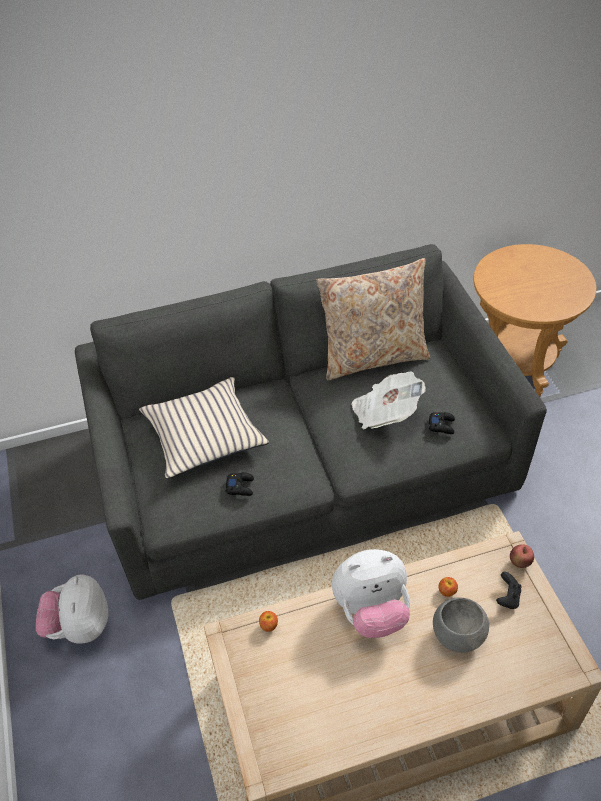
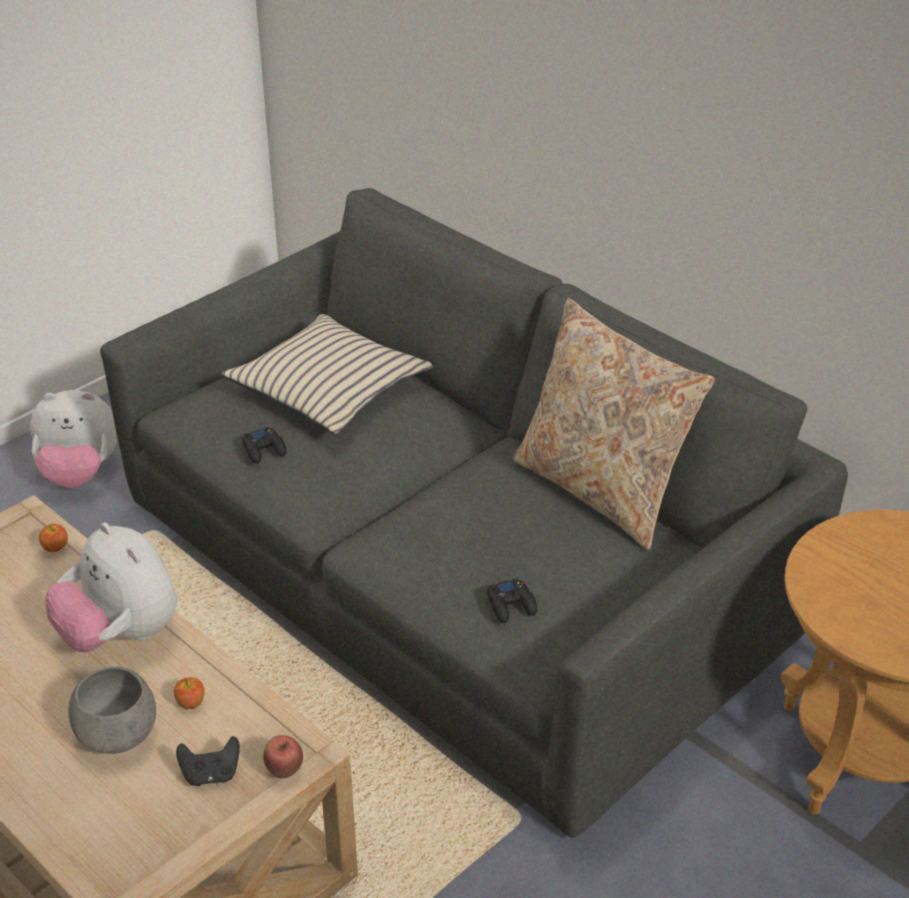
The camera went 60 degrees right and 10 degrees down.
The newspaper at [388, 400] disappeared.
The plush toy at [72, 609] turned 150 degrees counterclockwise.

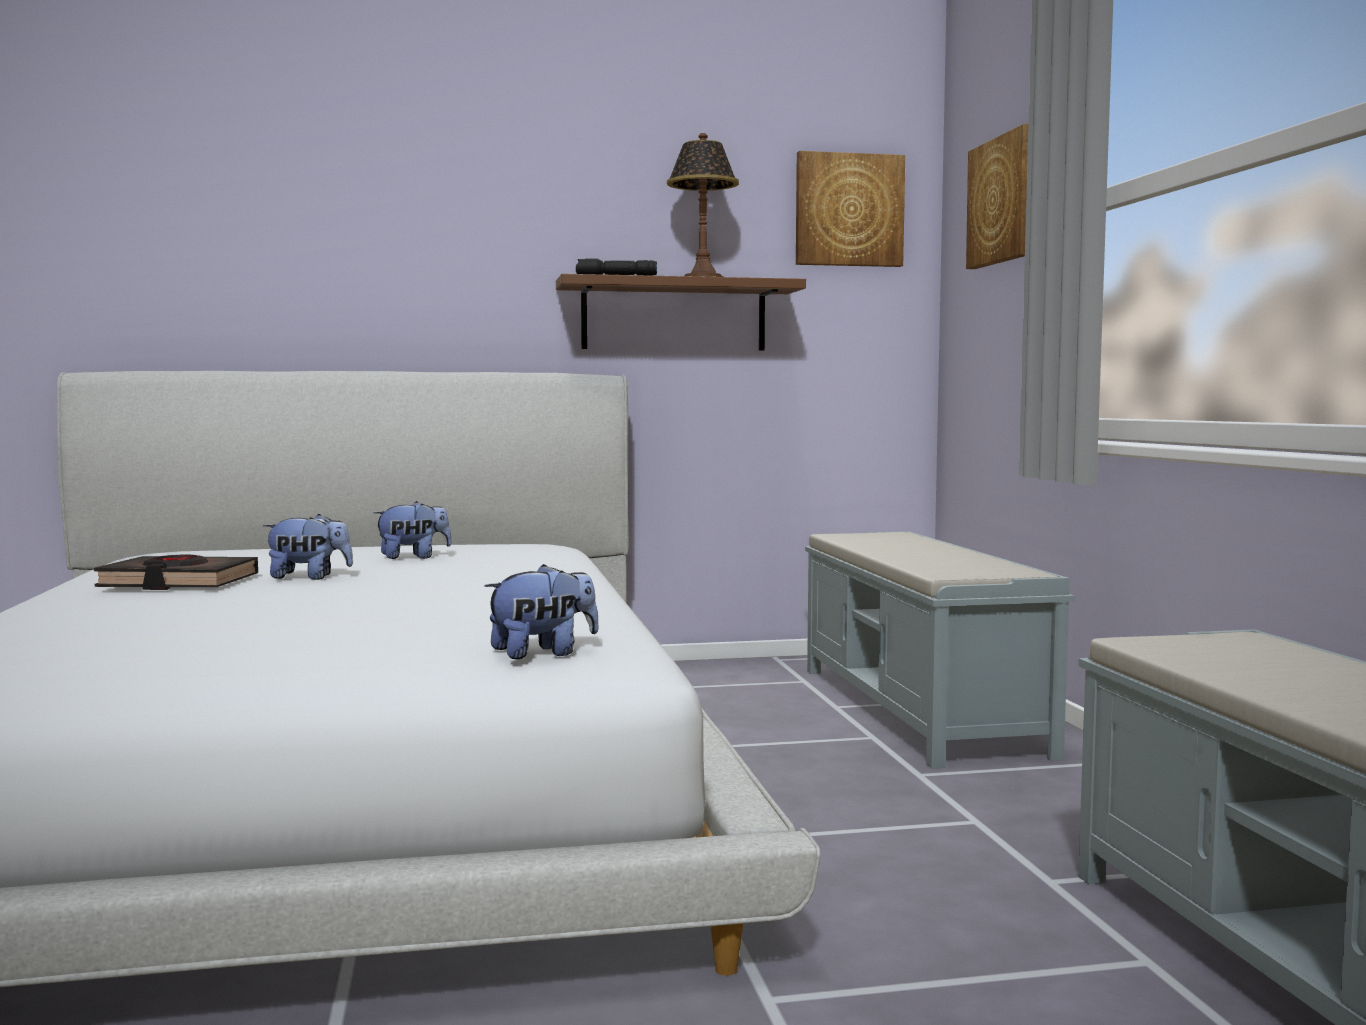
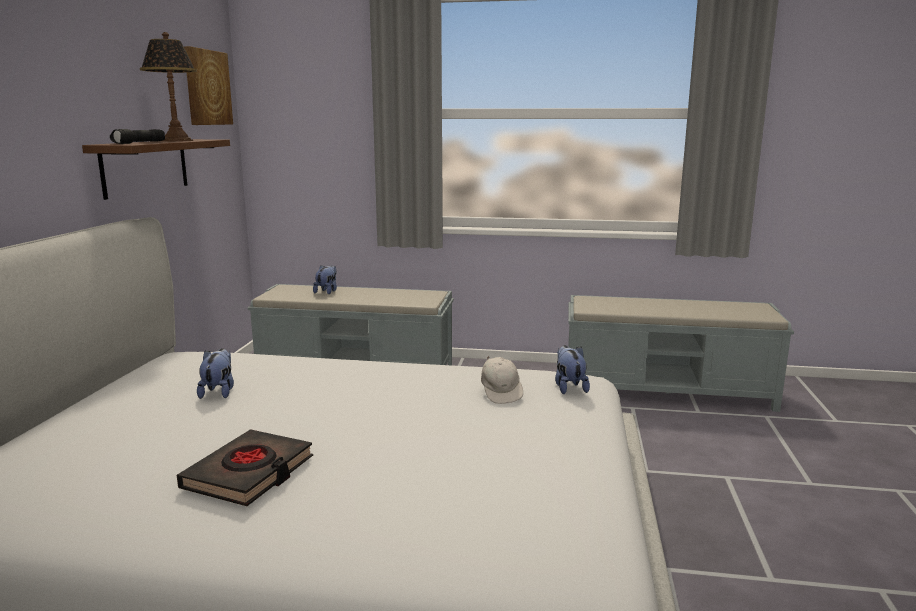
The camera went 70 degrees left and 10 degrees up.
The picture at [997, 196] disappeared.
The plush toy moved from [308, 547] to [325, 279].
The white cap at [502, 380] appeared.

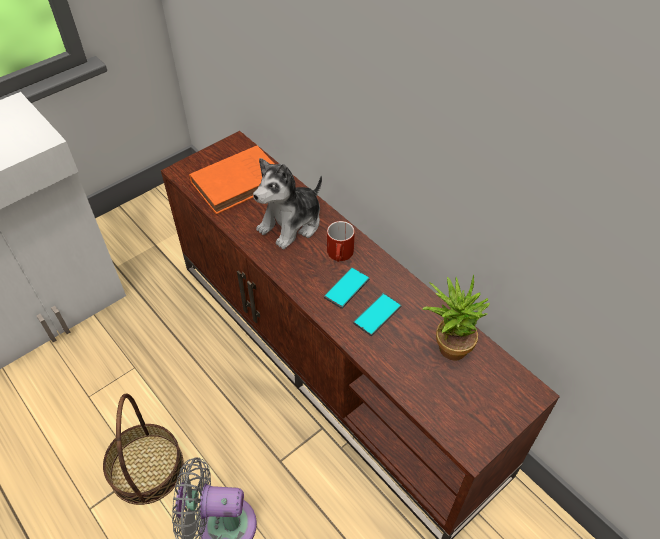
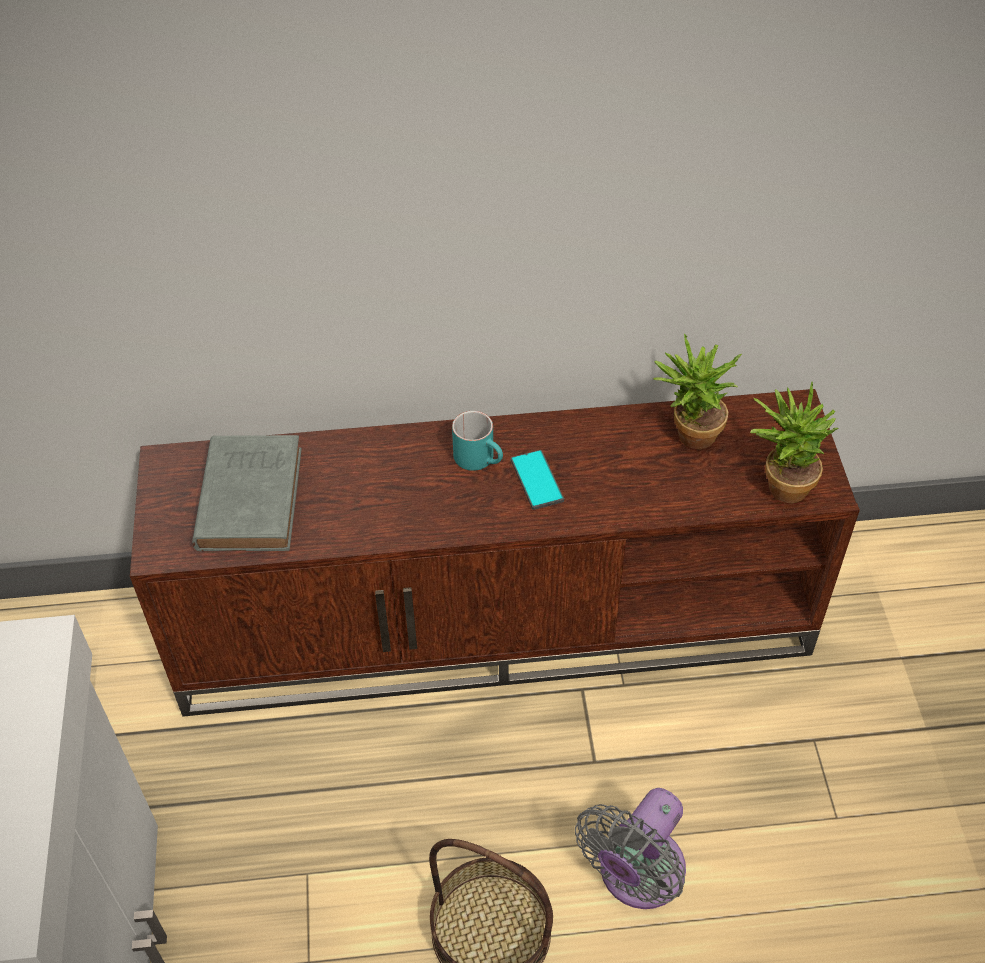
The camera went 55 degrees left and 0 degrees up.
The orange book at [231, 180] became the grey book at [247, 493].
The plush toy at [287, 203] disappeared.
The red mug at [341, 241] became the turquoise mug at [477, 441].
The phone at [377, 314] disappeared.
The potted plant at [794, 442] appeared.

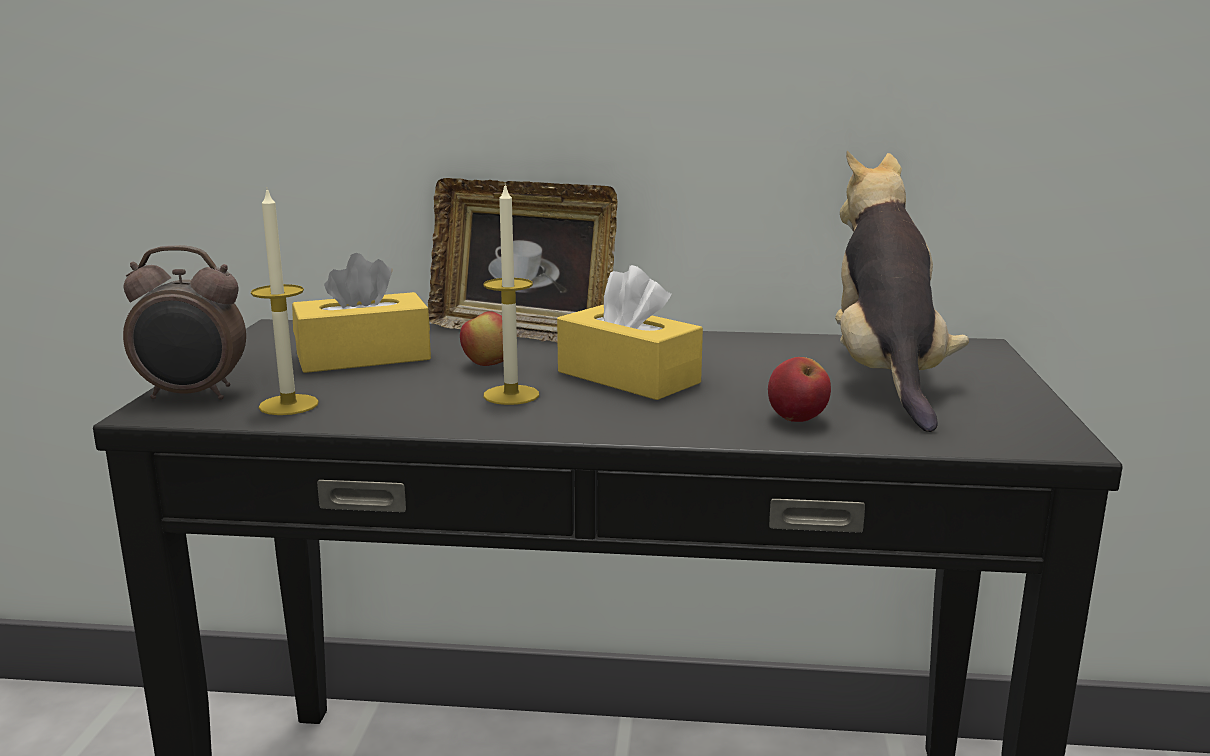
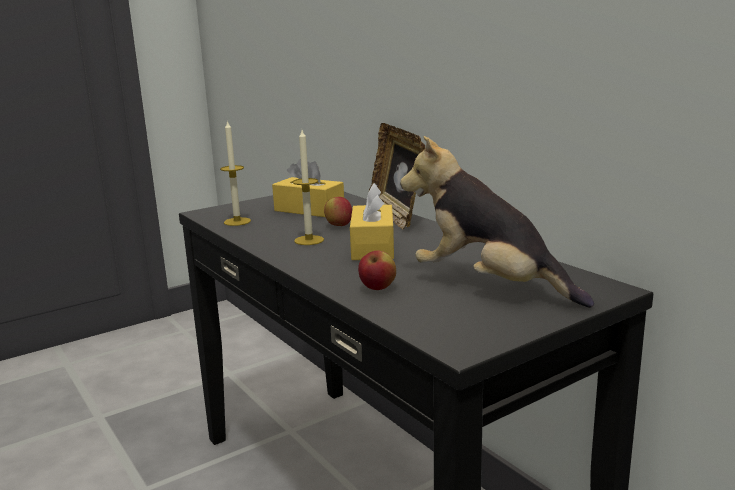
The camera went 50 degrees right and 0 degrees up.
The plush toy at [902, 291] turned 105 degrees counterclockwise.
The alarm clock at [184, 322] disappeared.

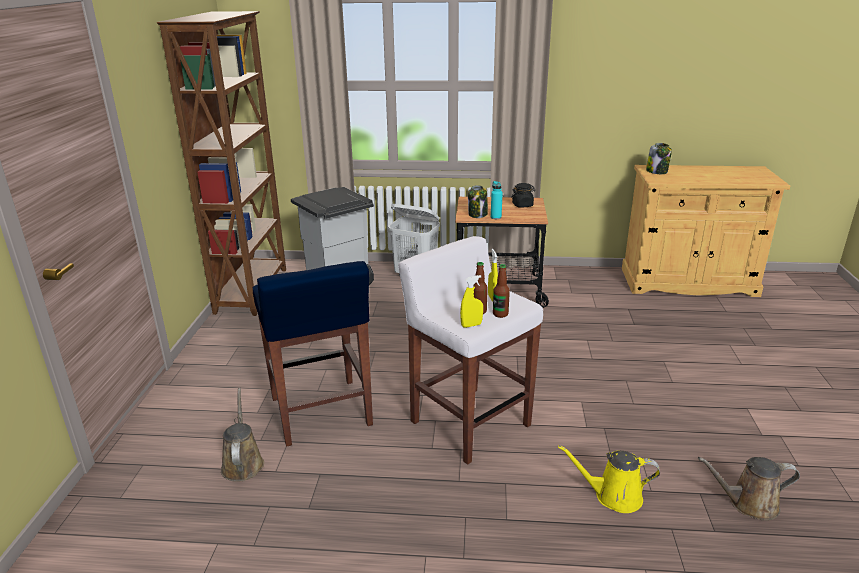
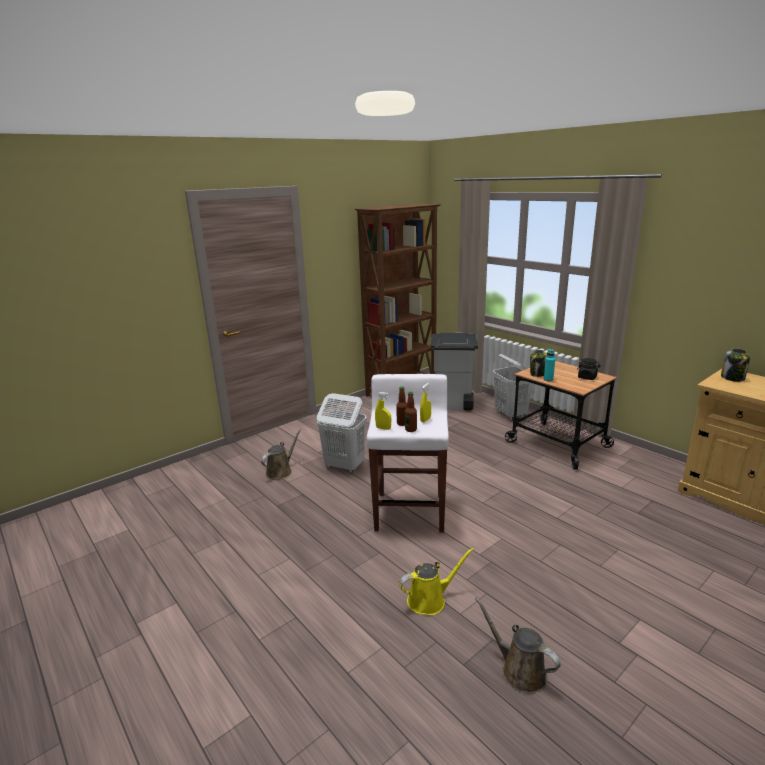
The camera went 45 degrees right and 5 degrees down.
The blue stool at [313, 354] was replaced by the white laundry basket at [342, 433].
The yellow watering can at [609, 479] turned 105 degrees clockwise.

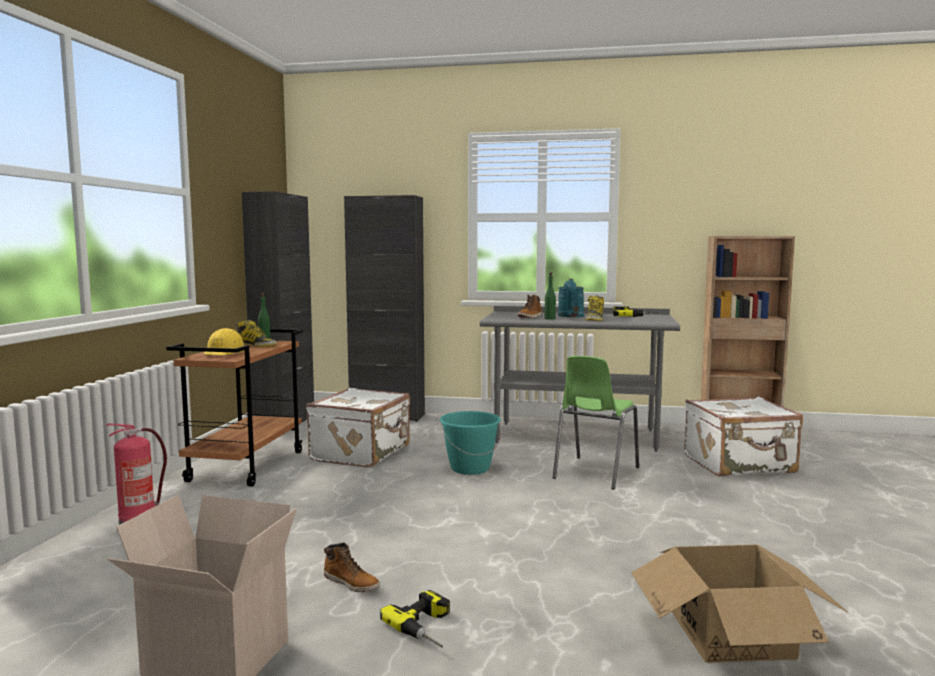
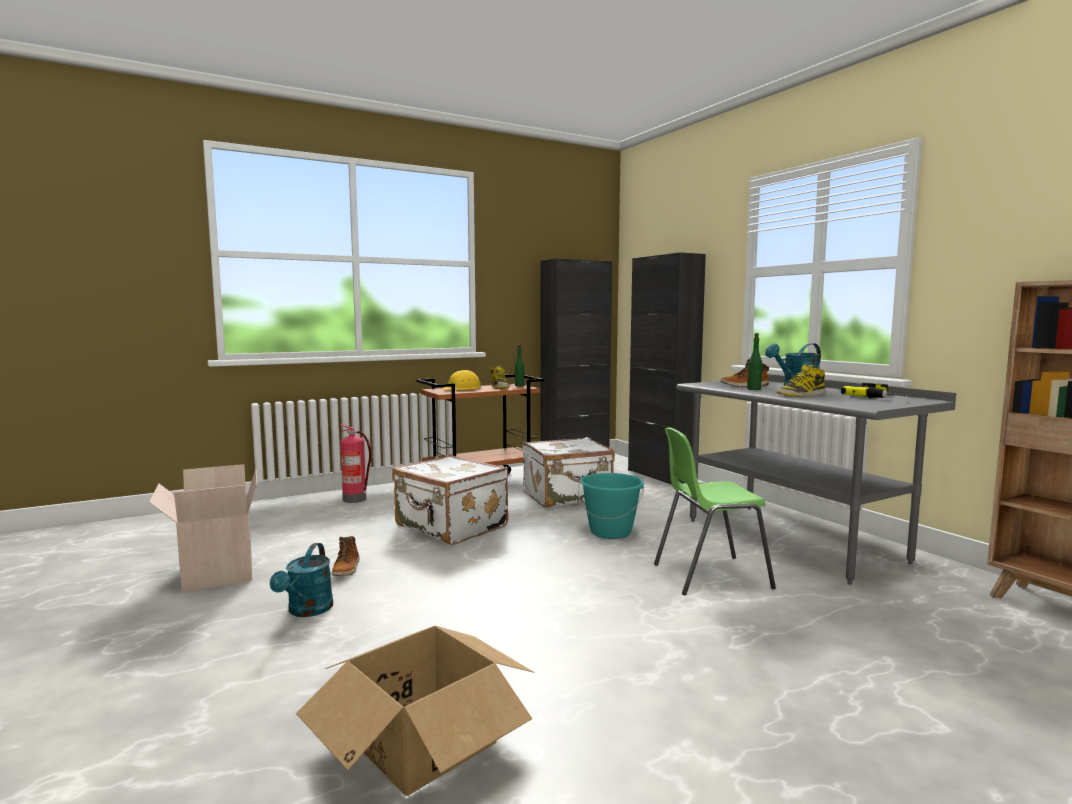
The camera went 50 degrees right and 0 degrees up.
The white suitcase moved from [743, 436] to [450, 500].
The power drill at [415, 619] was replaced by the turquoise watering can at [301, 580].

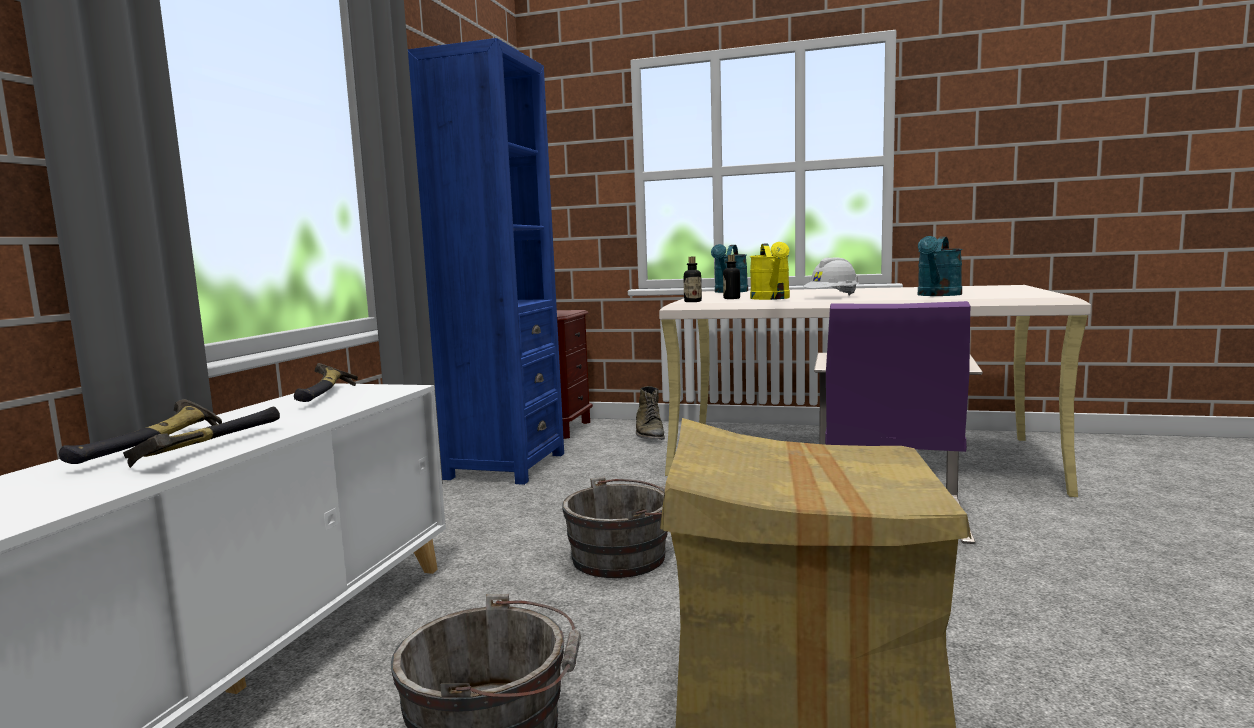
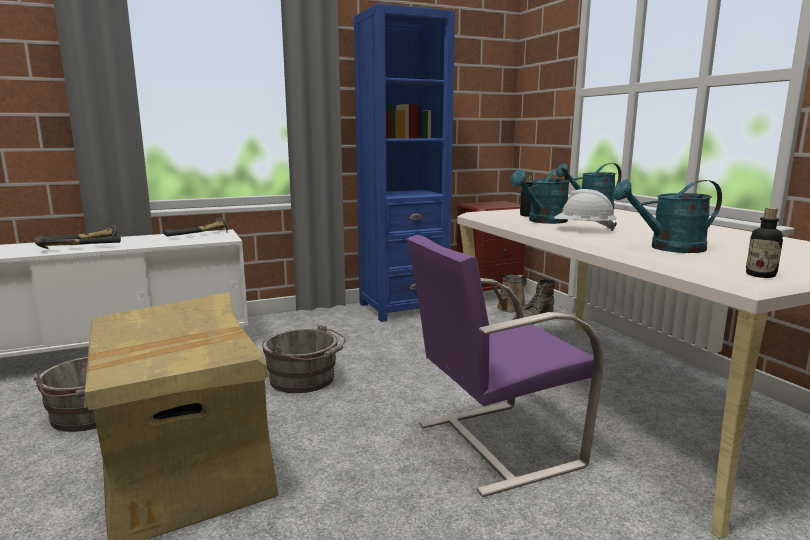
The camera went 50 degrees right and 5 degrees up.
The yellow watering can at [770, 271] became the turquoise watering can at [539, 196].
The bottle moved from [692, 279] to [764, 242].
The brown watering can at [509, 293] appeared.

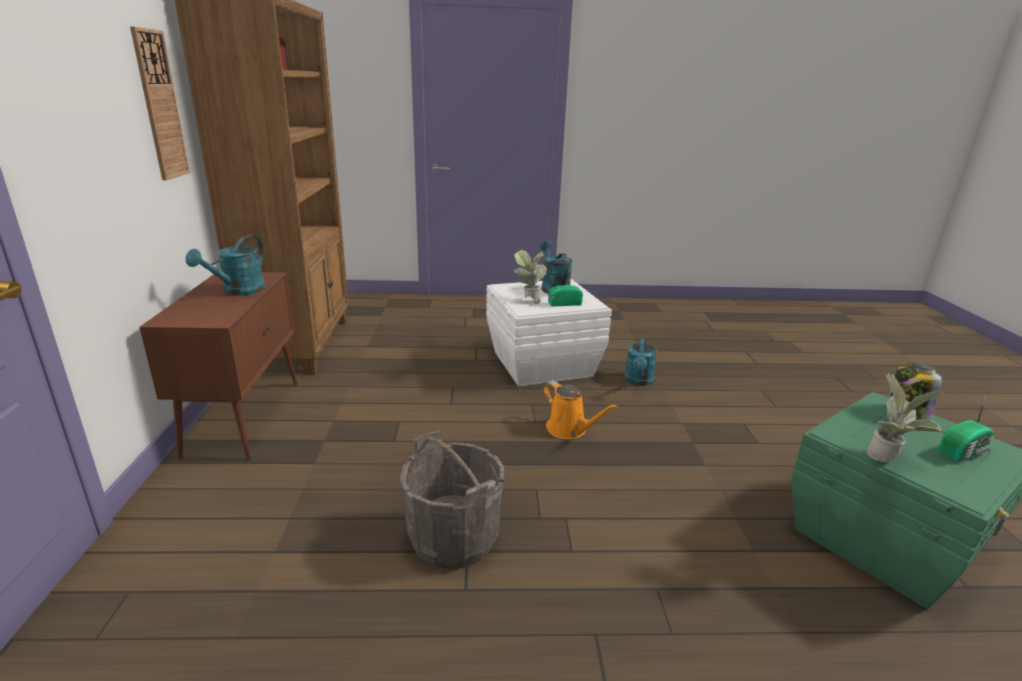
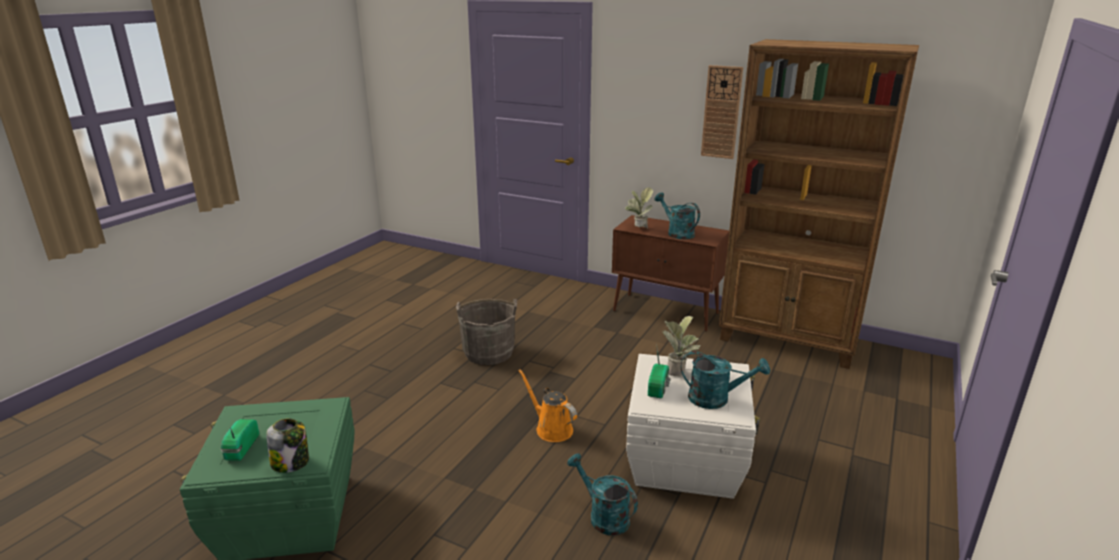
The camera went 120 degrees right and 0 degrees up.
The potted plant moved from [905, 418] to [639, 208].
The orange watering can at [580, 410] turned 60 degrees clockwise.

